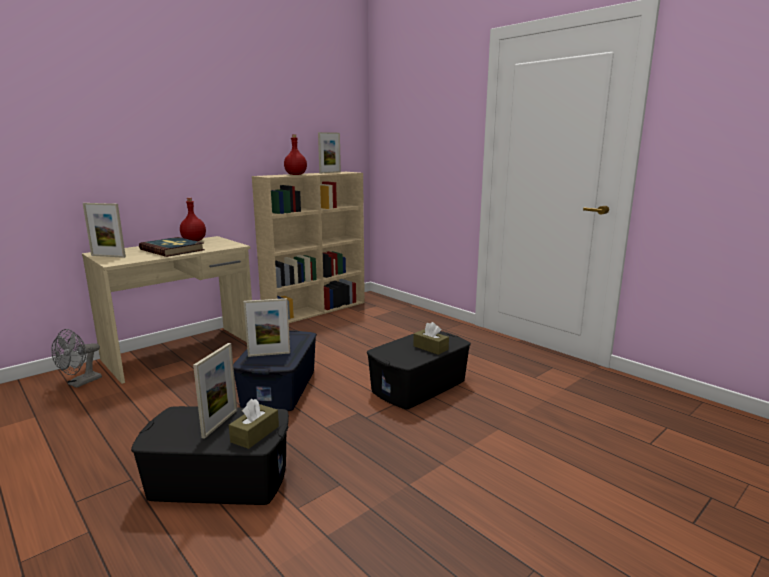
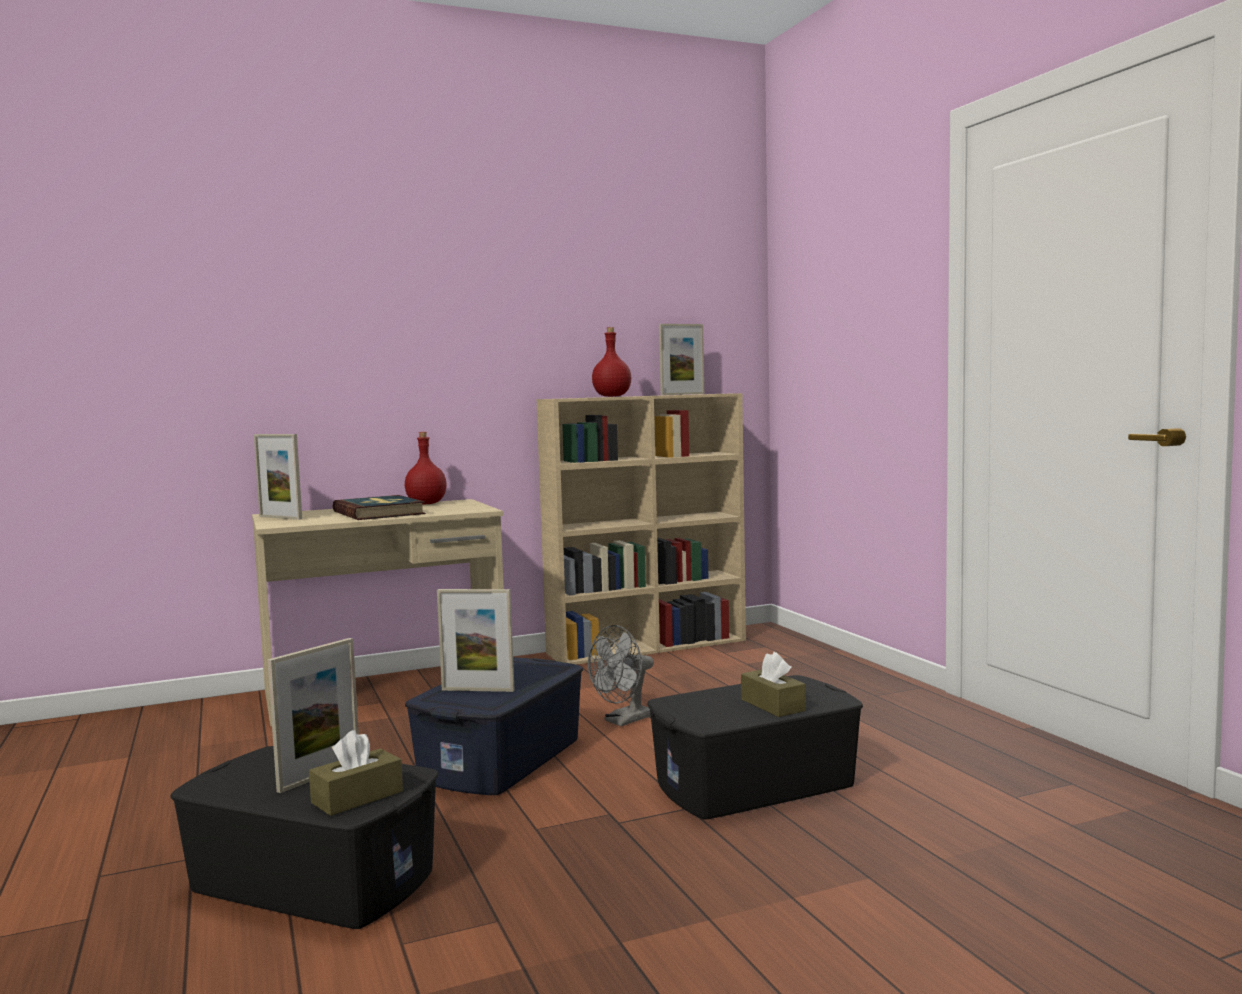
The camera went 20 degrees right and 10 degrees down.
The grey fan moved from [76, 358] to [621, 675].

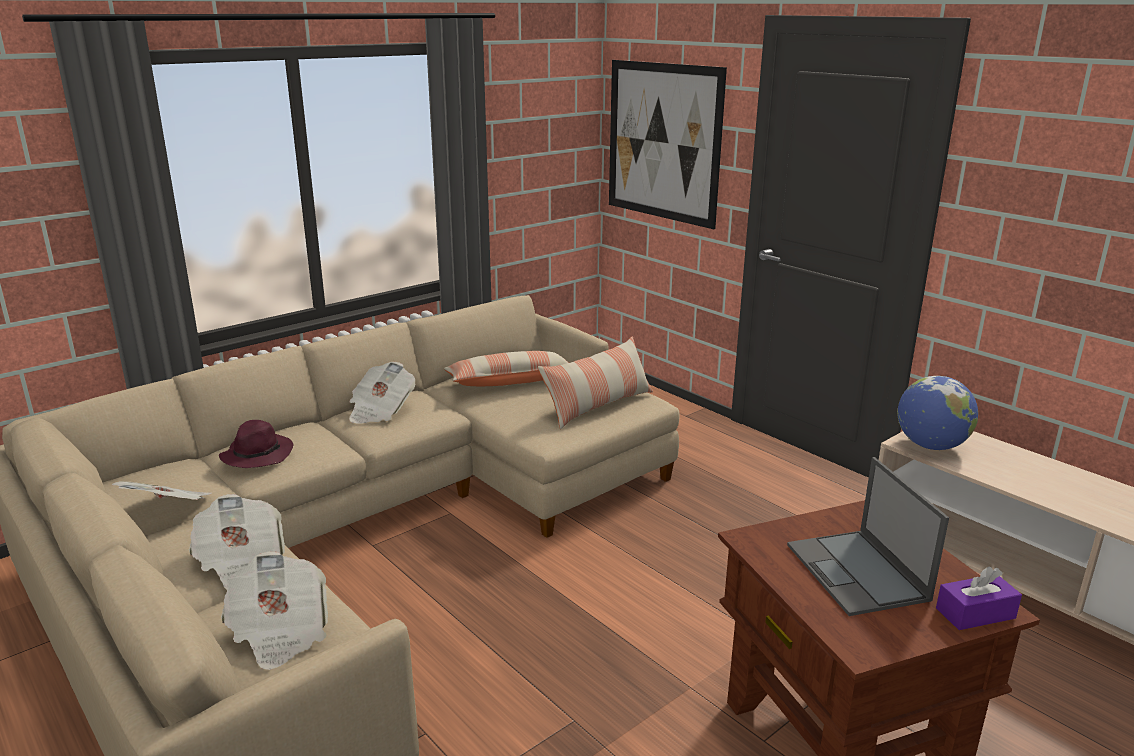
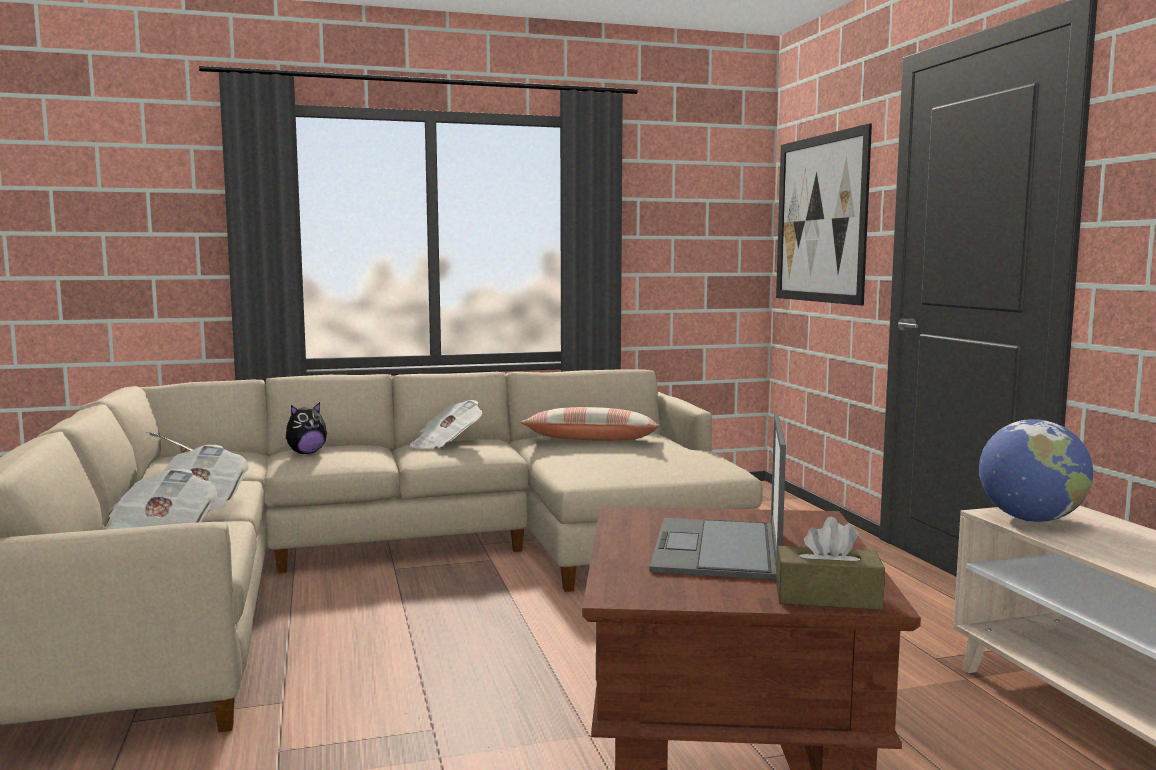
The camera went 25 degrees right and 15 degrees down.
The pillow at [595, 383] disappeared.
The purple hat at [256, 444] was replaced by the plush toy at [306, 428].
The purple tissue box at [979, 598] became the brown tissue box at [830, 563].

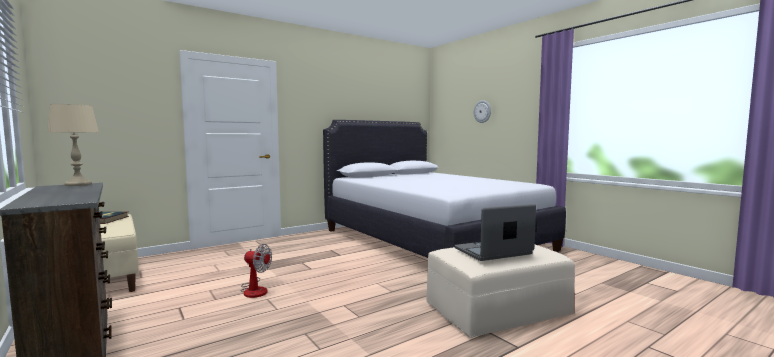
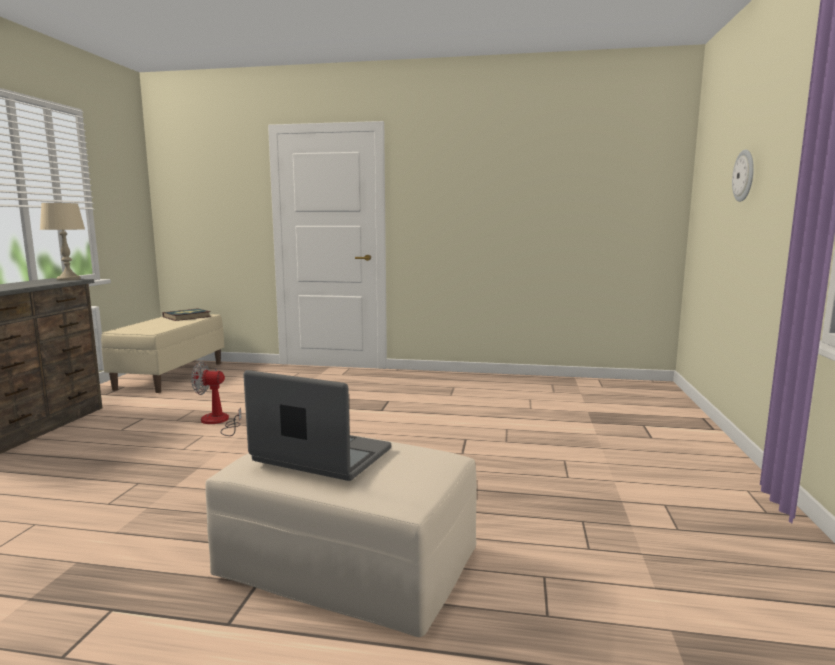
The camera went 45 degrees right and 5 degrees up.
The white bed at [444, 189] disappeared.
The fan at [256, 271] turned 120 degrees clockwise.

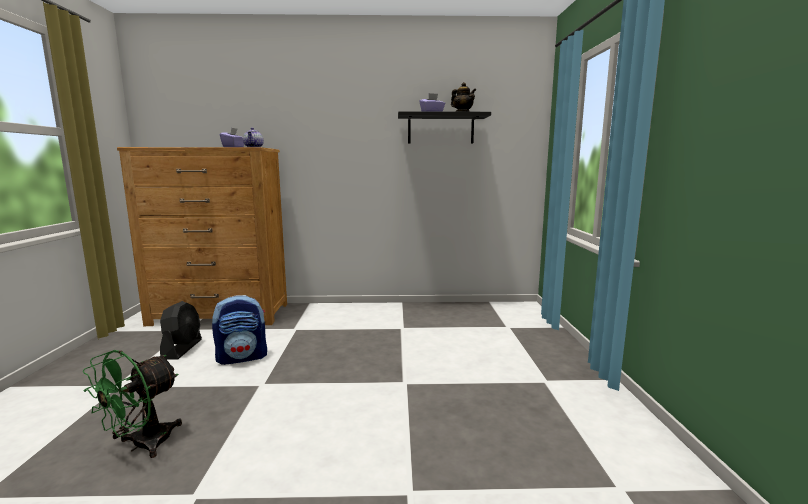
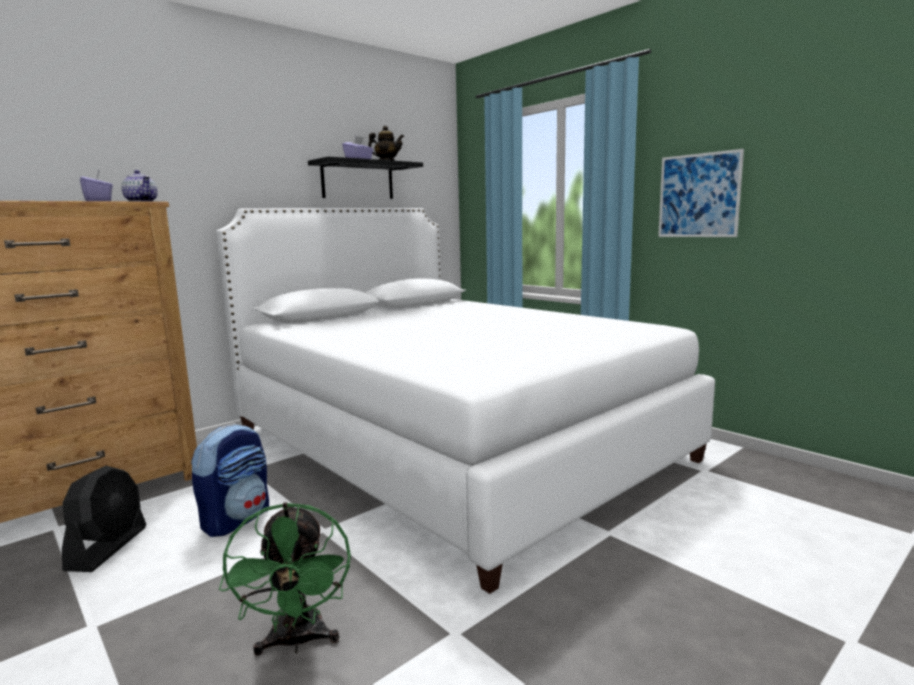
The camera went 40 degrees left and 0 degrees up.
The black fan at [181, 330] turned 45 degrees clockwise.
The picture at [701, 193] appeared.
The white bed at [465, 401] appeared.

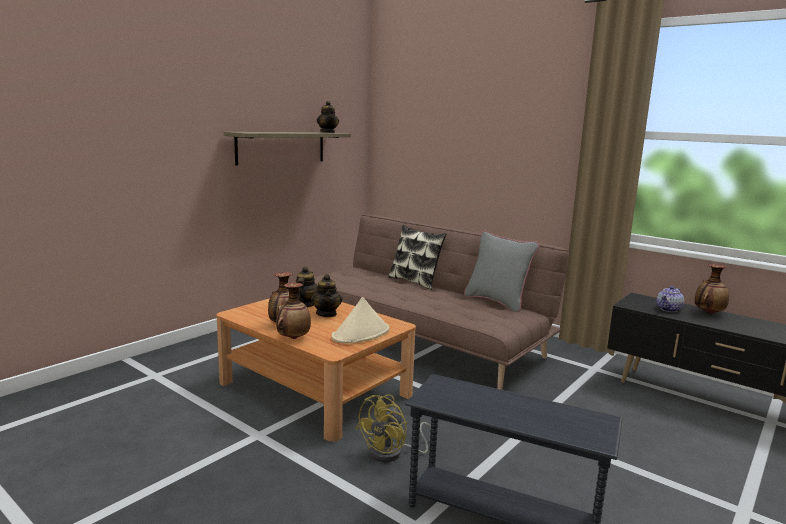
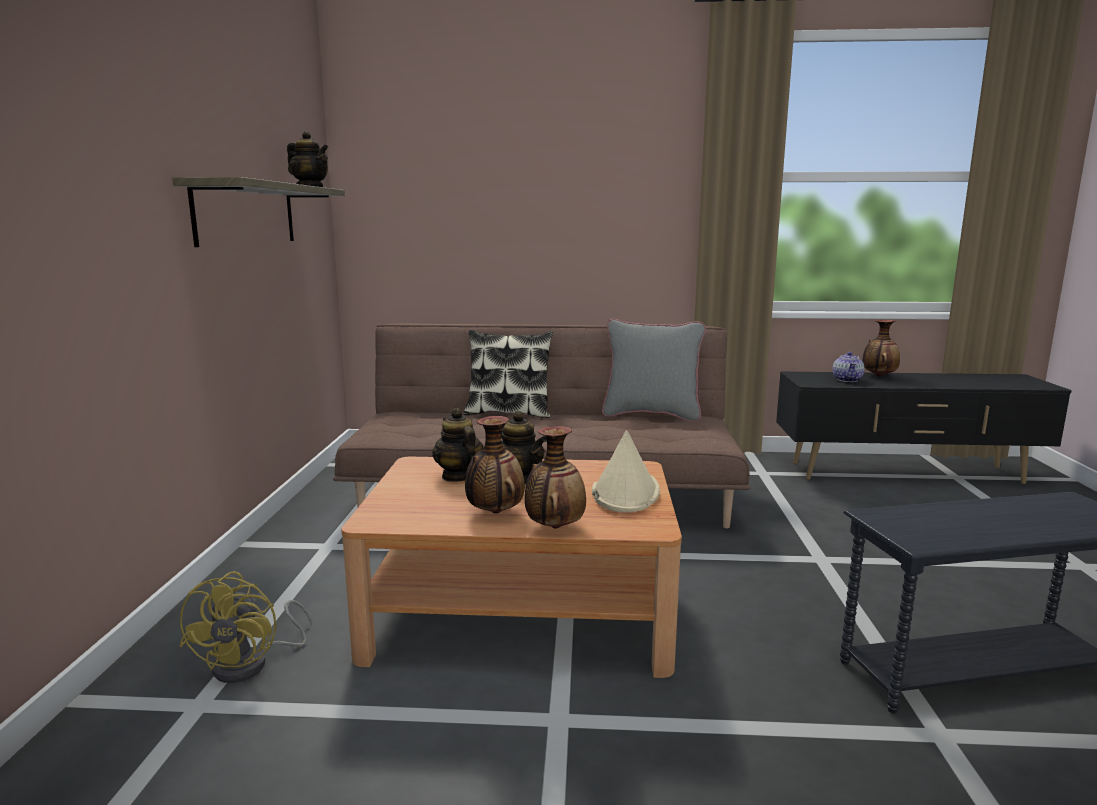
The camera went 35 degrees left and 0 degrees up.
The yellow fan moved from [393, 428] to [245, 627].

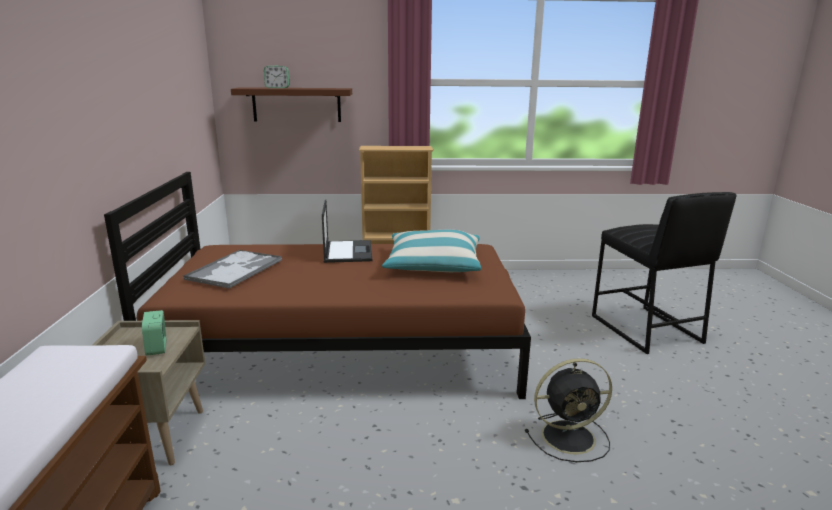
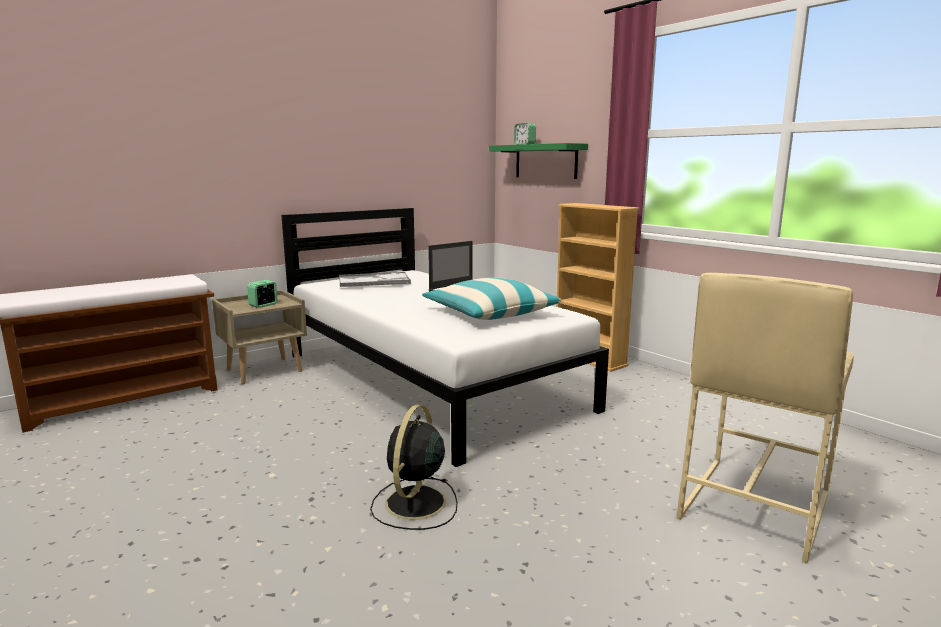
The camera went 55 degrees right and 5 degrees down.
The brown shelf at [291, 104] became the green shelf at [538, 161].
The brown bed at [317, 285] became the white bed at [445, 337].
The black stool at [664, 273] became the beige stool at [765, 418].
The black fan at [568, 410] turned 60 degrees clockwise.

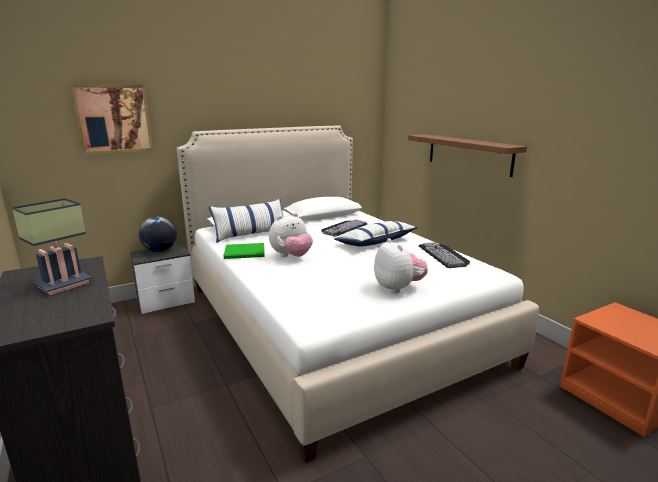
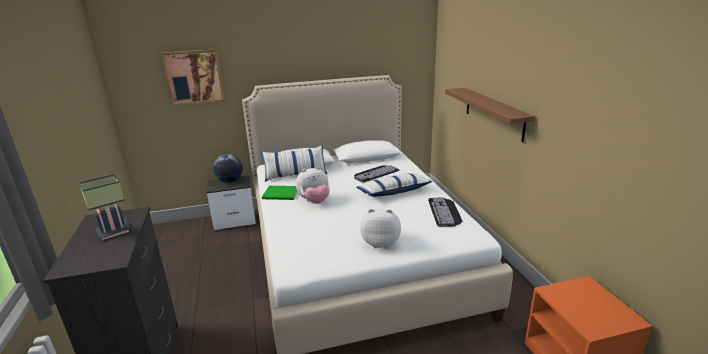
The camera went 15 degrees right and 5 degrees up.
The plush toy at [401, 266] turned 75 degrees counterclockwise.

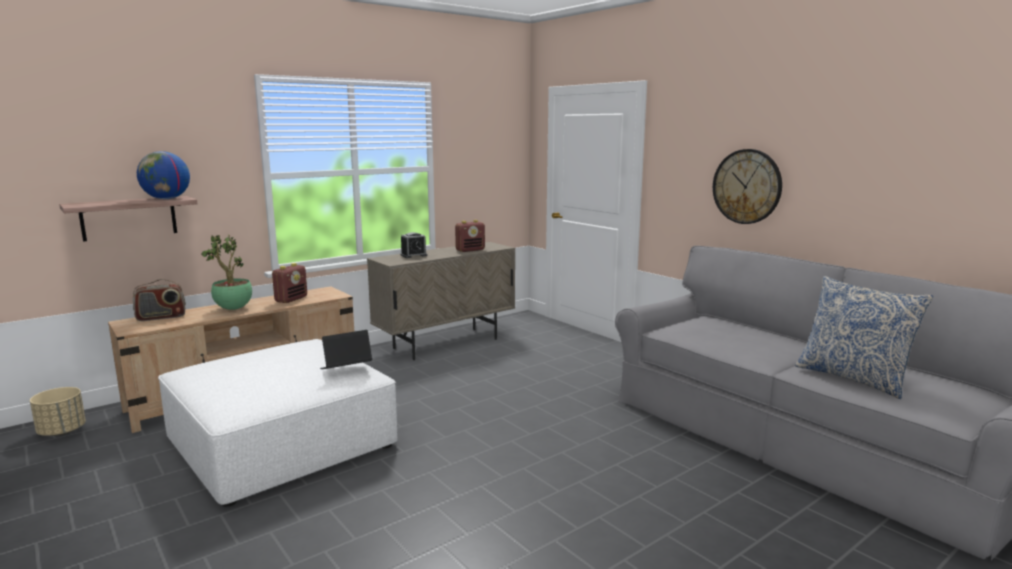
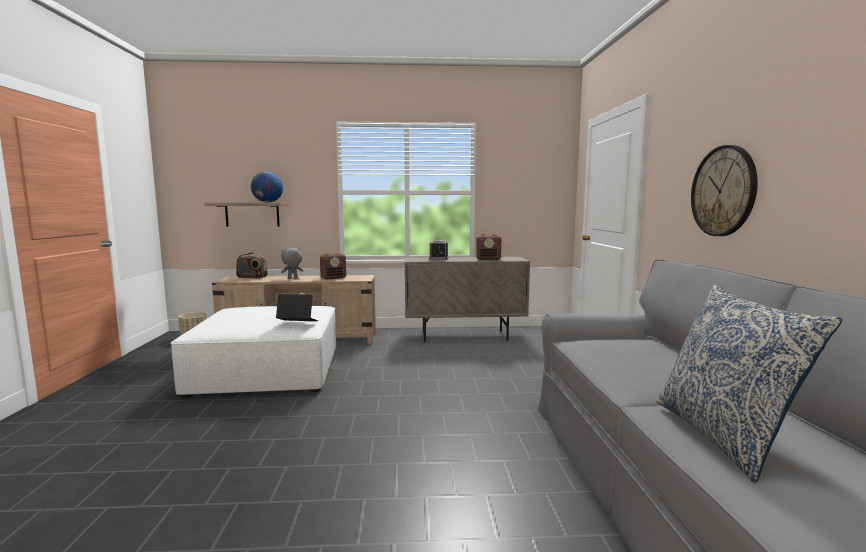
The camera went 35 degrees right and 5 degrees down.
The potted plant at [226, 272] was replaced by the grey plush toy at [292, 263].

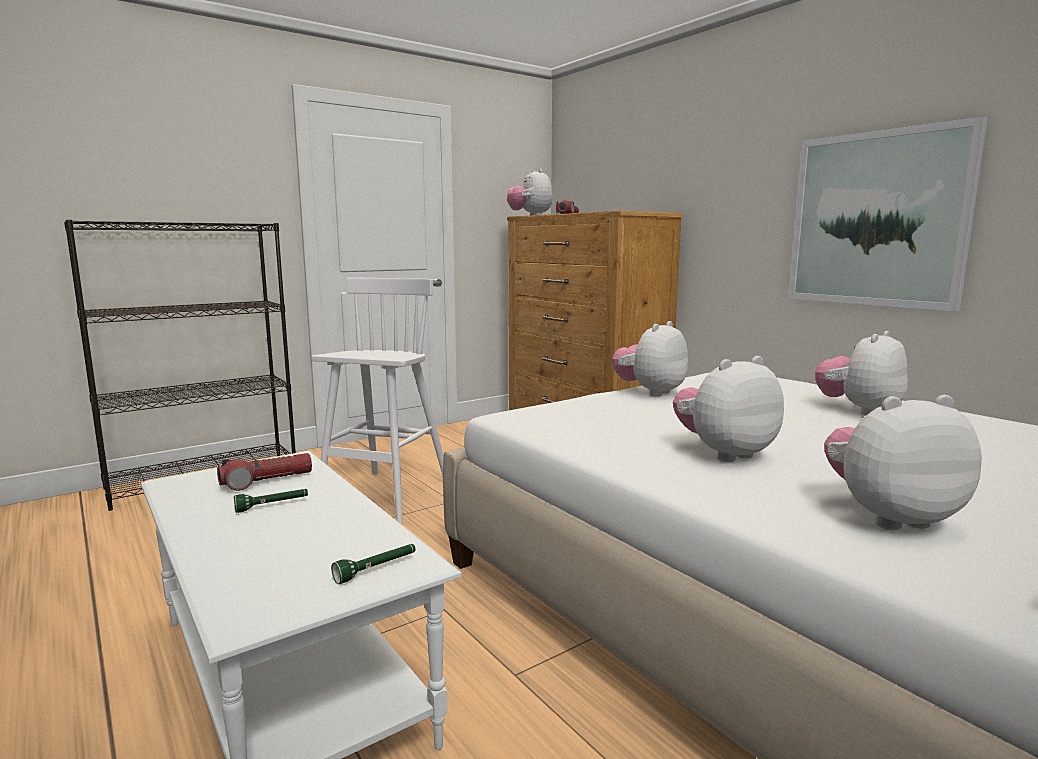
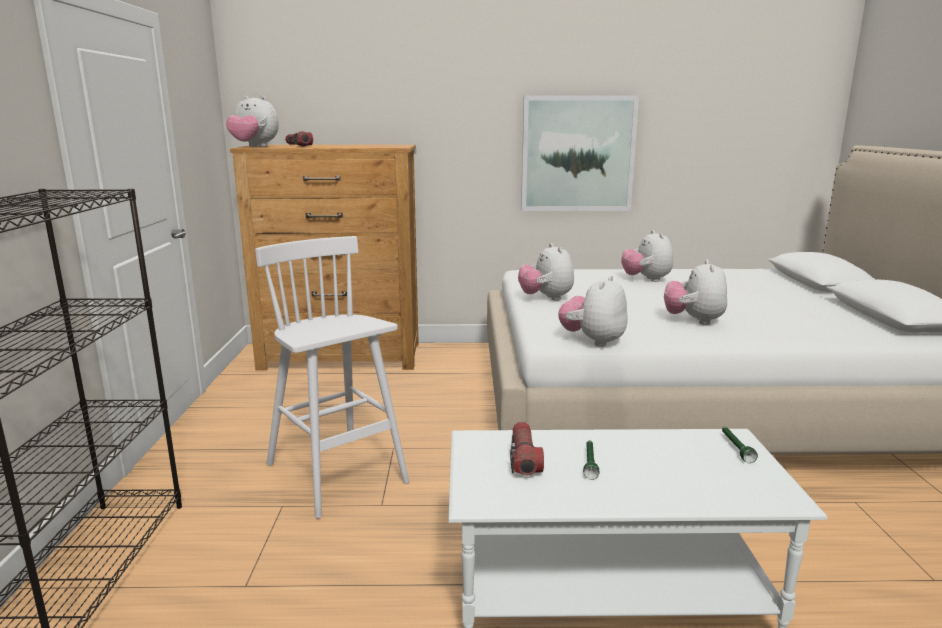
The camera went 55 degrees left and 5 degrees up.
The plush toy moved from [903, 462] to [593, 311].

